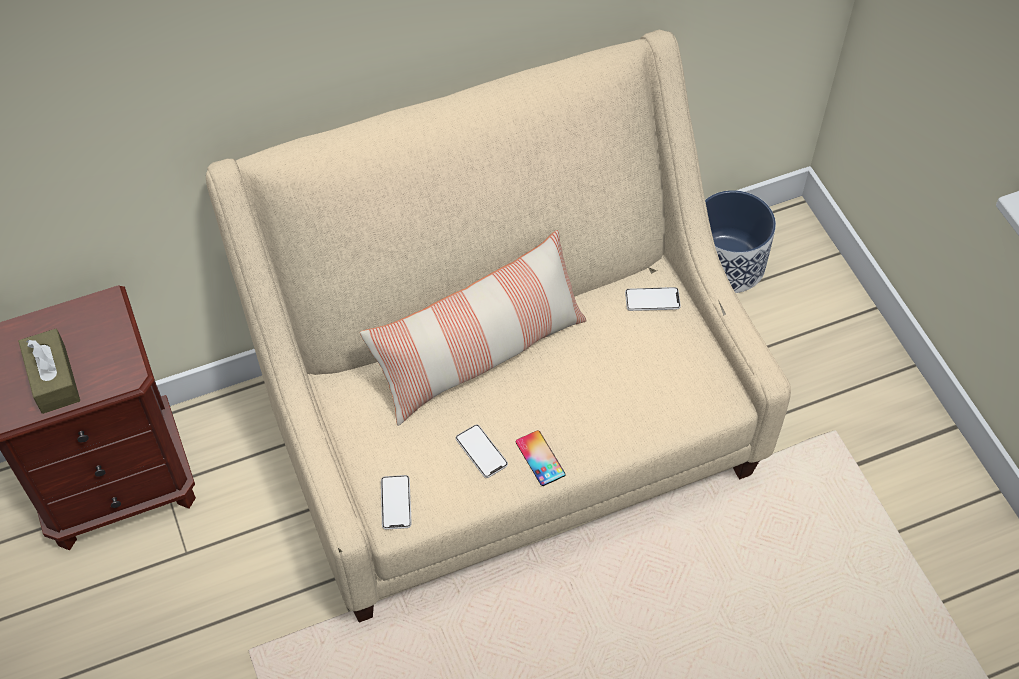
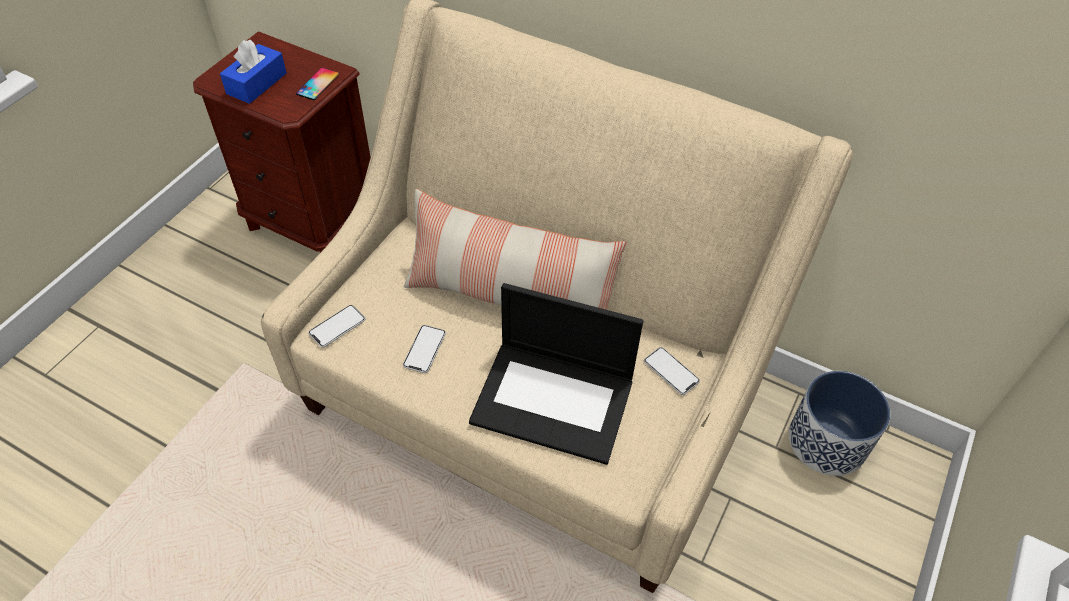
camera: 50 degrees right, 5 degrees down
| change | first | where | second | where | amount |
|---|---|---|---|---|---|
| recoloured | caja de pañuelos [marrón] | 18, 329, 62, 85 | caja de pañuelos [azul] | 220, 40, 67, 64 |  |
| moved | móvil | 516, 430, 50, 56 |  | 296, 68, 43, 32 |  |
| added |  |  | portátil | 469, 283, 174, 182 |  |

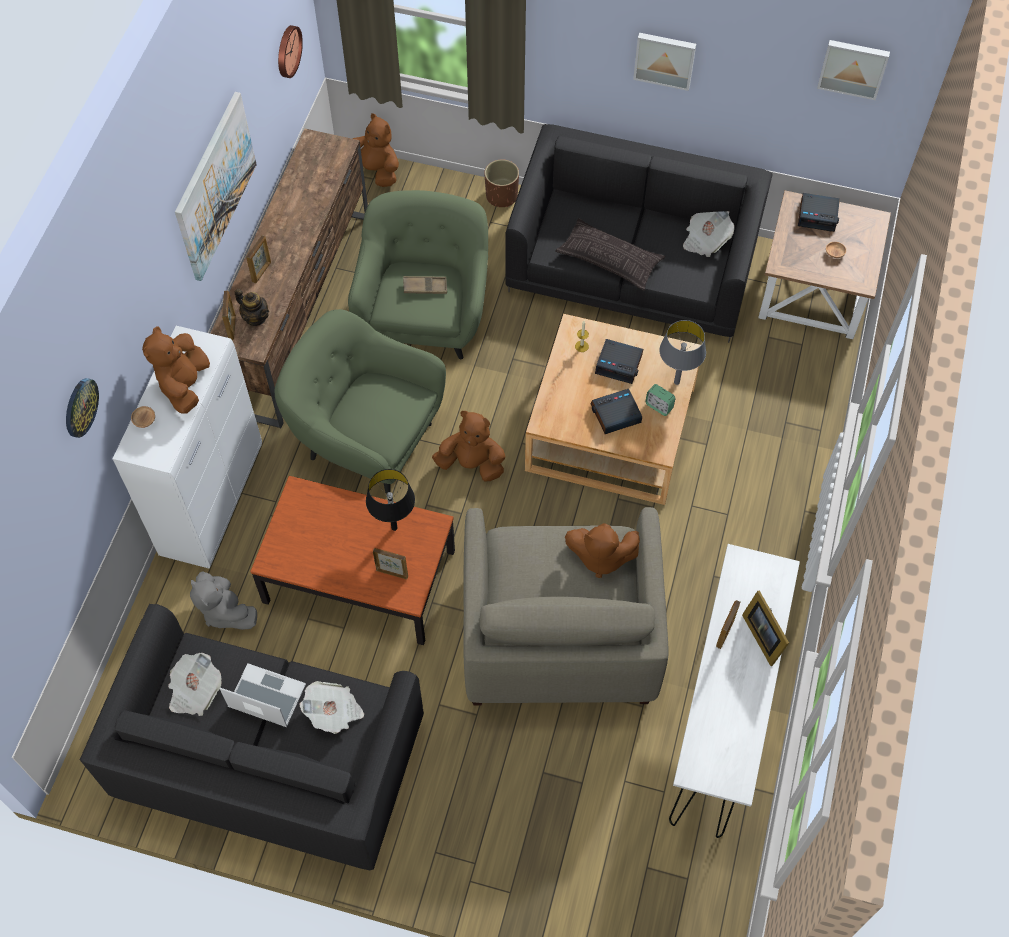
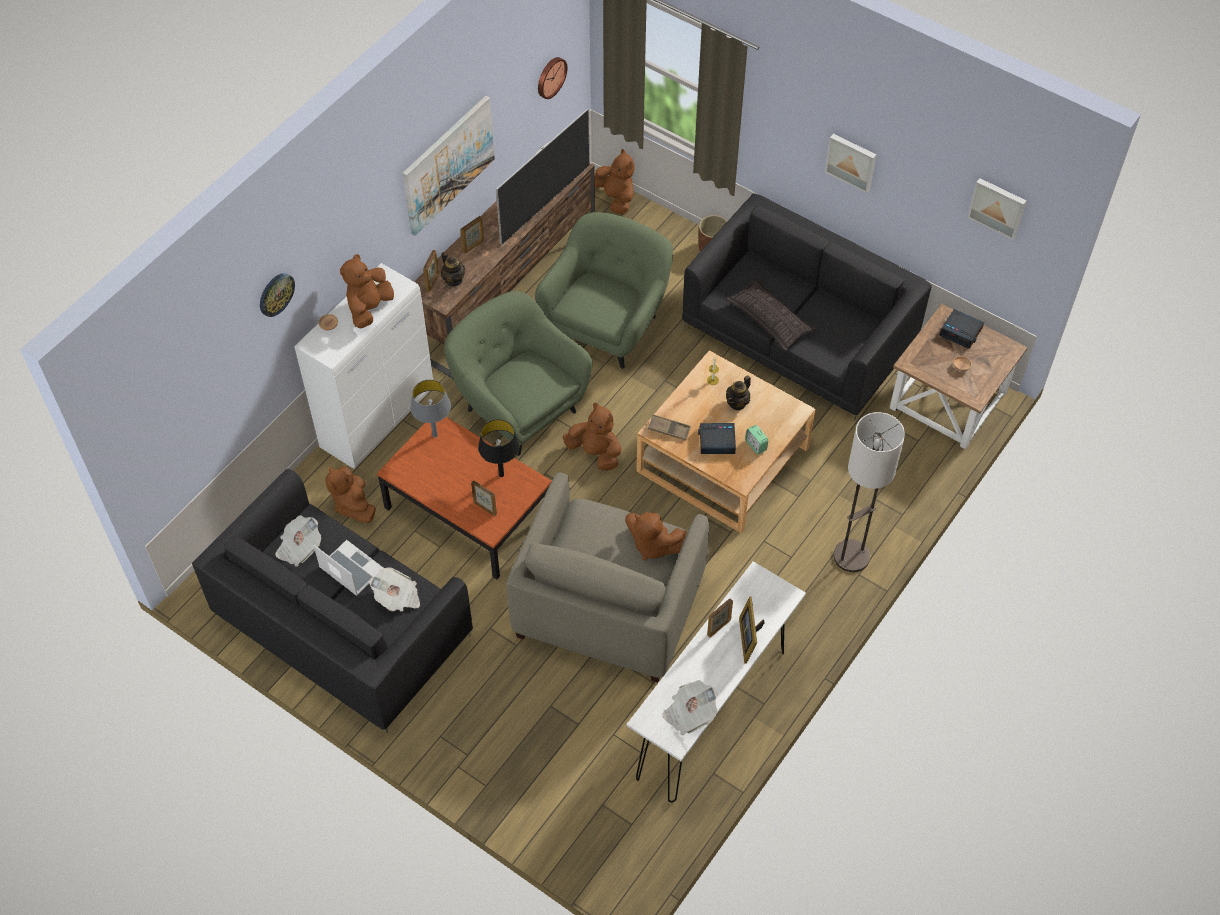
camera: 20 degrees right, 5 degrees down
| change | first | where | second | where | amount |
|---|---|---|---|---|---|
| recoloured | peluche [gris] | 190, 571, 67, 59 | peluche [marrón] | 325, 466, 51, 57 |  |
| moved | lámpara de mesa [gris] | 659, 320, 47, 65 |  | 411, 380, 40, 57 |  |
| added |  |  | televisor | 496, 109, 94, 136 |  |
| moved | bandeja [marrón] | 403, 276, 44, 18 |  | 648, 414, 43, 27 |  |
| moved | periódico | 683, 211, 51, 46 |  | 662, 680, 56, 56 |  |
| replaced | despertador | 595, 339, 48, 45 | tetera | 726, 375, 25, 36 |  |
| added |  |  | lámpara de pie | 834, 412, 71, 160 |  |

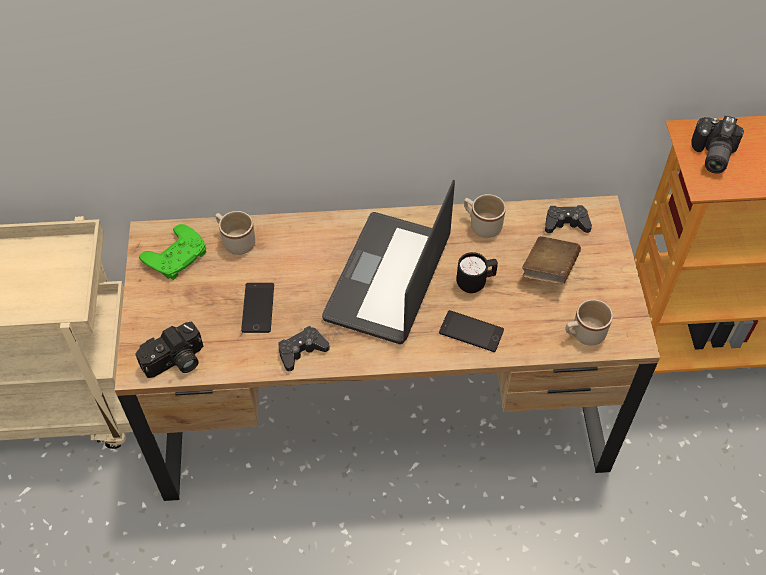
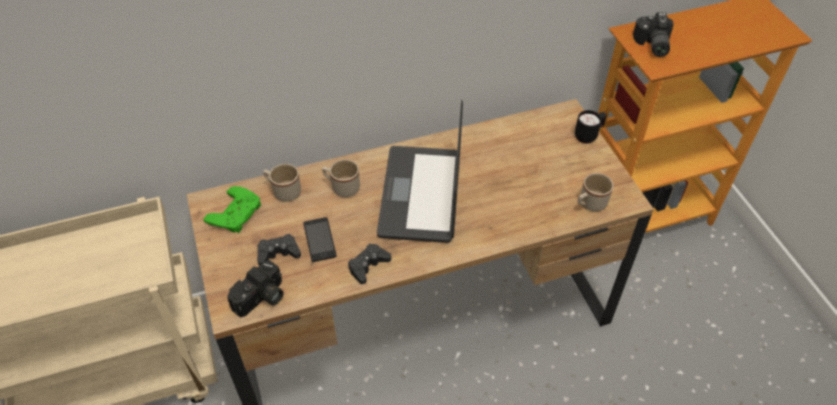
camera: 15 degrees left, 5 degrees down
| change | first | where | second | where | amount |
|---|---|---|---|---|---|
| moved | mando de consola [negro] | 545, 205, 47, 28 |  | 257, 234, 44, 32 |  |
| moved | taza grande [beis] | 464, 194, 42, 44 |  | 322, 160, 38, 37 |  |
| moved | taza grande [negro] | 457, 252, 41, 41 |  | 575, 110, 32, 33 |  |
| removed | móvil | 439, 310, 65, 42 |  |  |  |
| removed | libro [marrón] | 522, 236, 59, 48 |  |  |  |

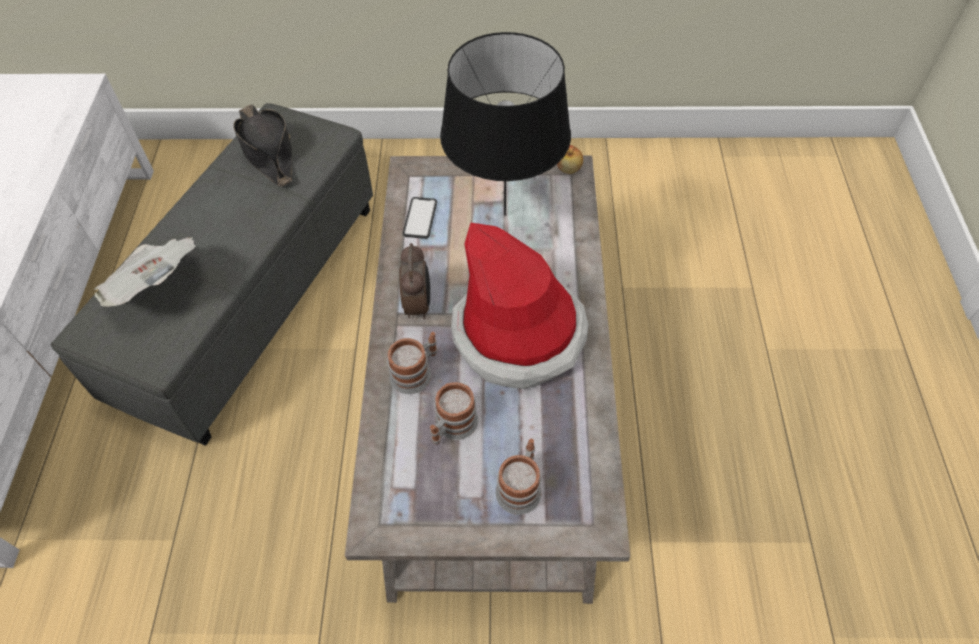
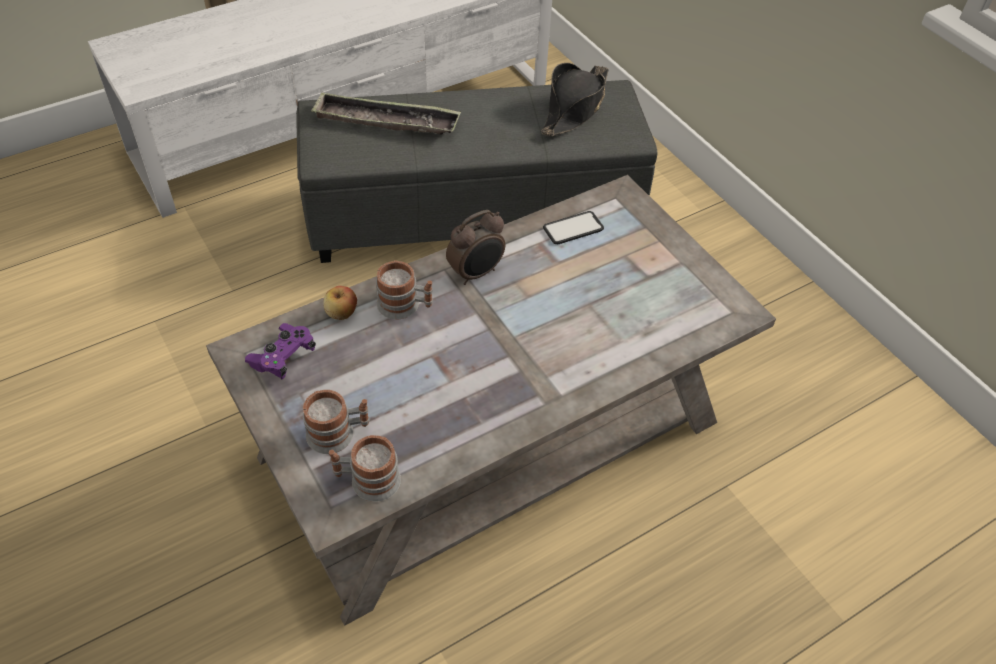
camera: 55 degrees right, 5 degrees down
| change | first | where | second | where | amount |
|---|---|---|---|---|---|
| added |  |  | mando de consola [morado] | 245, 323, 71, 56 |  |
| replaced | periódico | 94, 237, 102, 70 | bandeja | 311, 92, 150, 43 |  |
| moved | manzana | 557, 145, 26, 29 |  | 323, 286, 34, 34 |  |
| moved | taza grande | 430, 382, 48, 62 |  | 329, 435, 72, 67 |  |
| removed | lámpara de mesa [negro] | 440, 32, 131, 184 |  |  |  |
| removed | sombrero | 451, 222, 138, 167 |  |  |  |

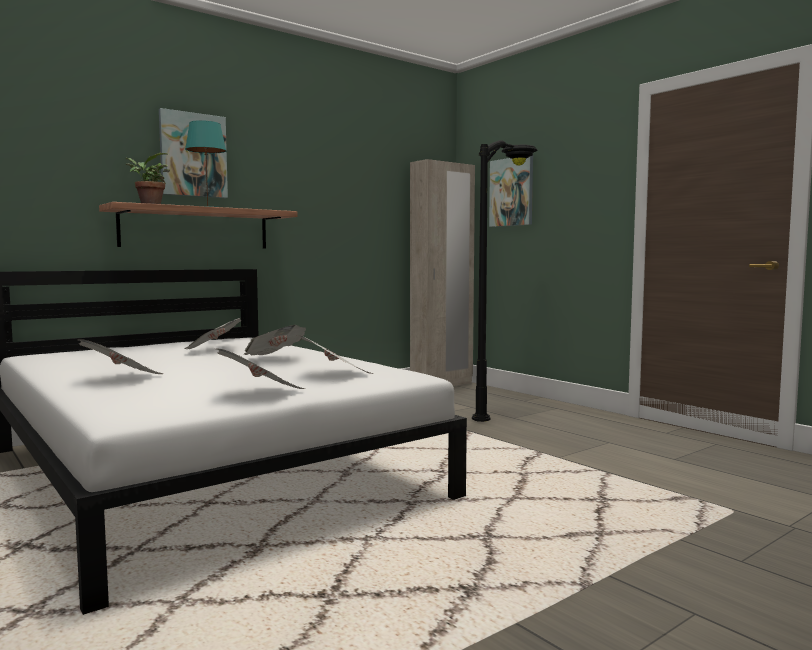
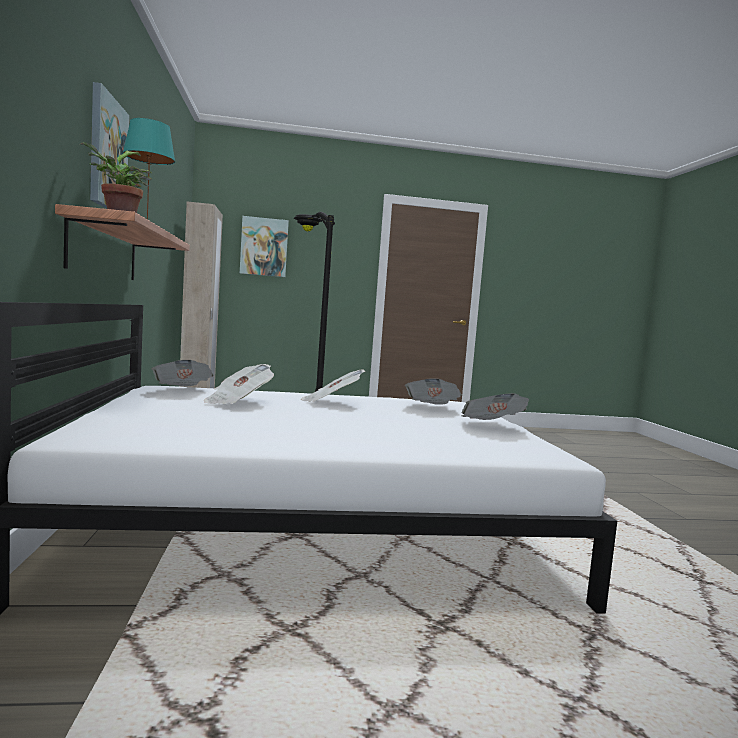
camera: 60 degrees left, 0 degrees up
| change | first | where | second | where | amount |
|---|---|---|---|---|---|
| moved | periódico | 78, 339, 85, 35 |  | 152, 360, 61, 26 |  |

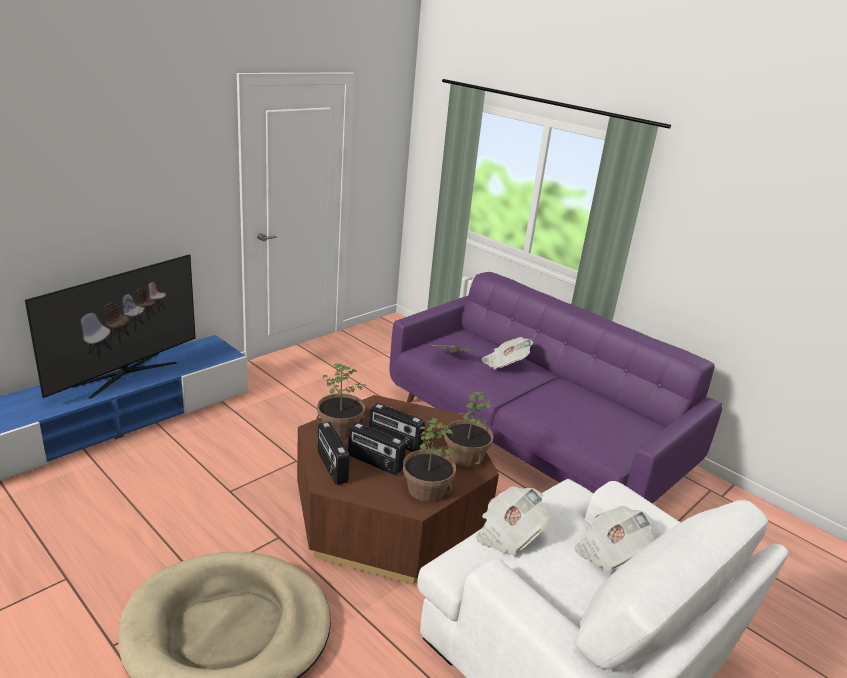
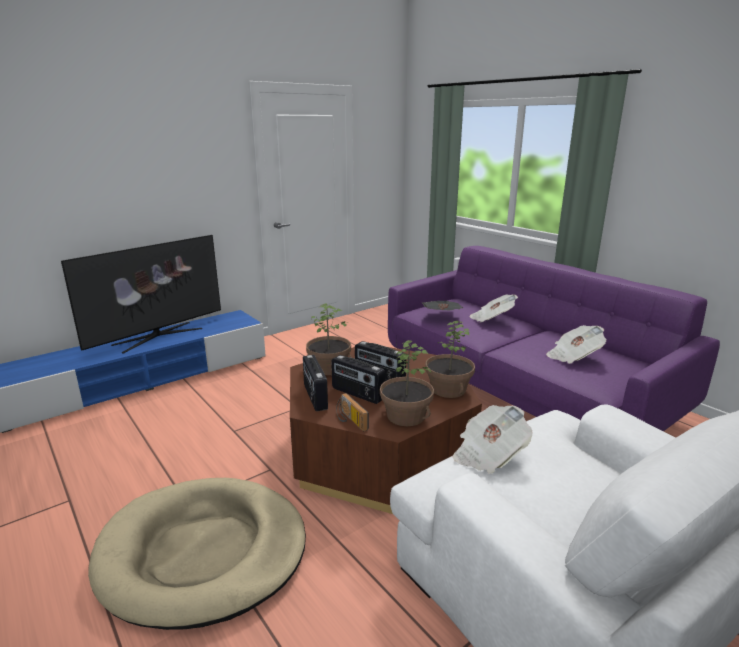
camera: 10 degrees right, 5 degrees down
| change | first | where | second | where | amount |
|---|---|---|---|---|---|
| added |  |  | radio | 336, 393, 33, 38 |  |
| moved | periódico | 575, 506, 79, 66 |  | 546, 325, 60, 39 |  |

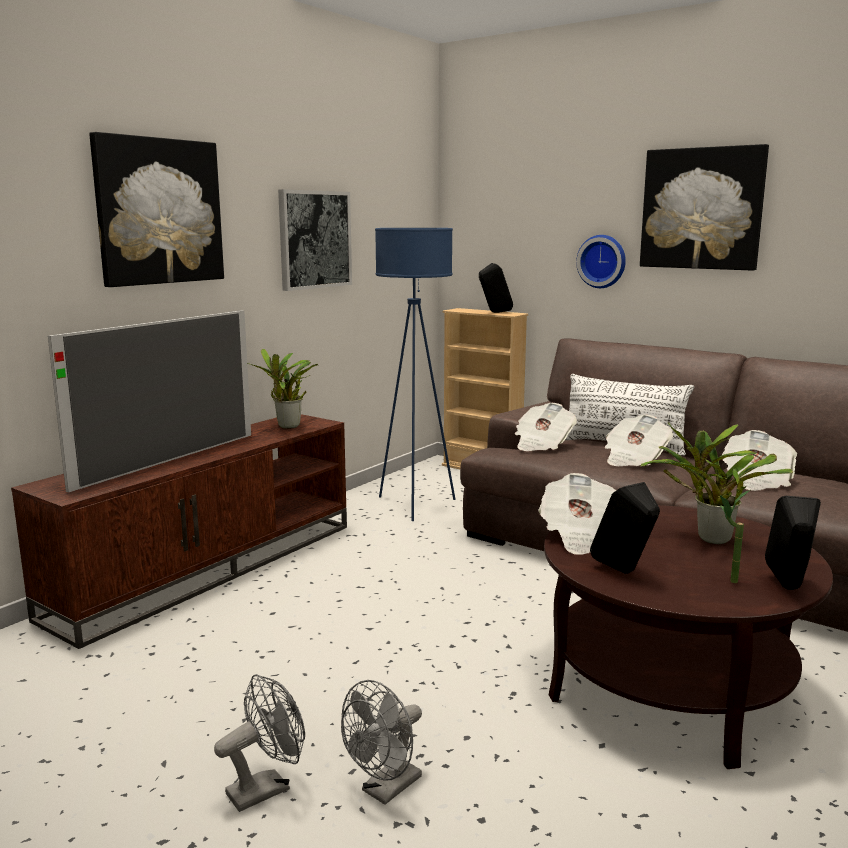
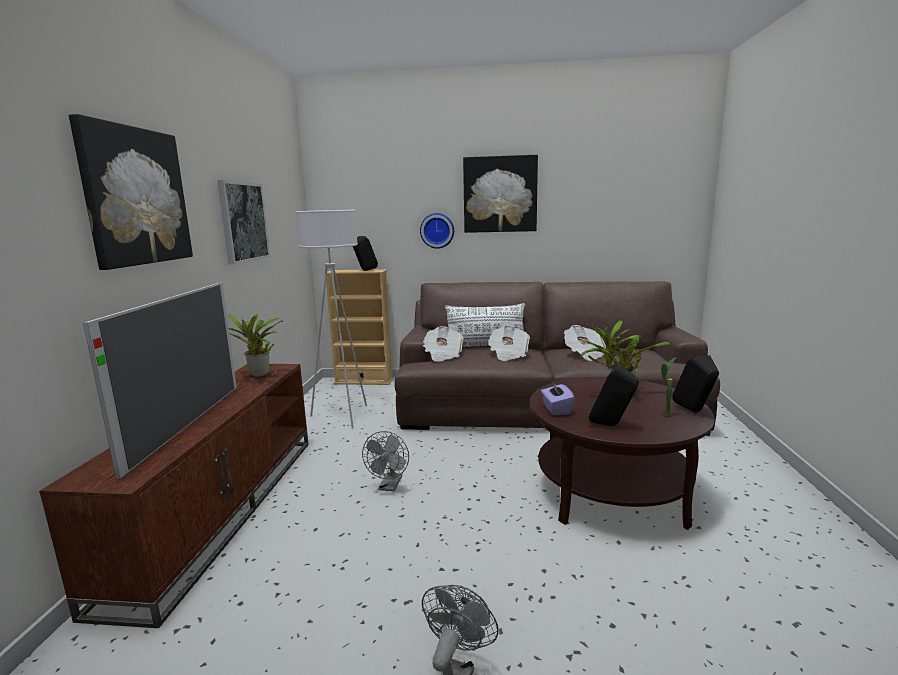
camera: 30 degrees left, 0 degrees up
| change | first | where | second | where | amount |
|---|---|---|---|---|---|
| recoloured | lámpara de pie [azul] | 375, 228, 81, 293 | lámpara de pie [blanco] | 295, 210, 72, 218 |  |
| moved | ventilador [gris] | 341, 680, 81, 125 |  | 362, 431, 47, 60 |  |
| replaced | periódico | 538, 473, 78, 82 | caja de pañuelos [morado] | 541, 381, 34, 34 |  |

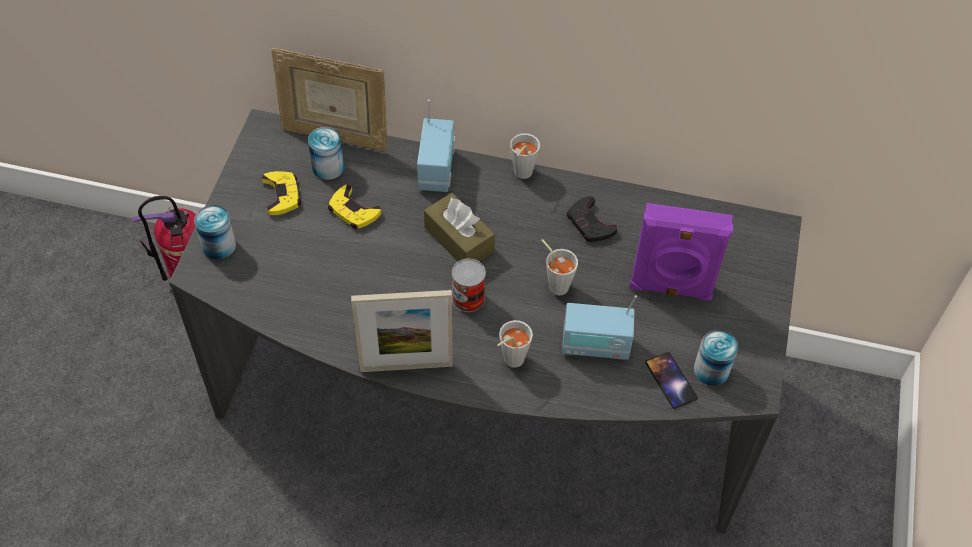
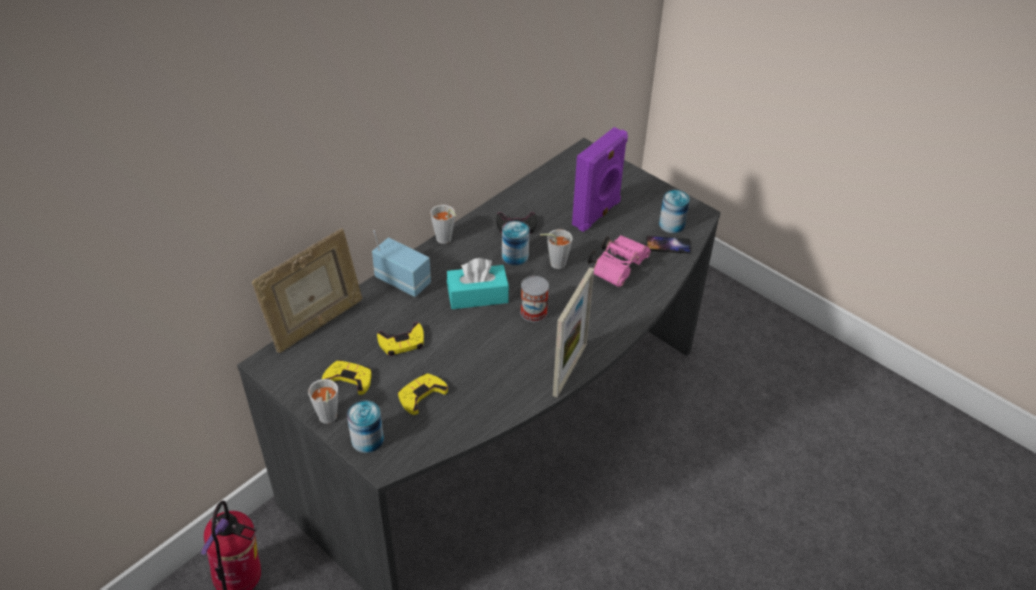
camera: 60 degrees left, 10 degrees down
| change | first | where | second | where | amount |
|---|---|---|---|---|---|
| moved | taza [gris] | 497, 320, 36, 48 |  | 308, 379, 30, 45 |  |
| added |  |  | mando de consola [amarillo] | 398, 373, 50, 42 |  |
| recoloured | caja de pañuelos [marrón] | 424, 193, 71, 69 | caja de pañuelos [turquesa] | 447, 258, 62, 51 |  |
| moved | lata | 308, 127, 36, 53 |  | 502, 220, 27, 46 |  |
| replaced | radio | 562, 295, 75, 65 | prismáticos [rosa] | 588, 235, 63, 52 |  |

